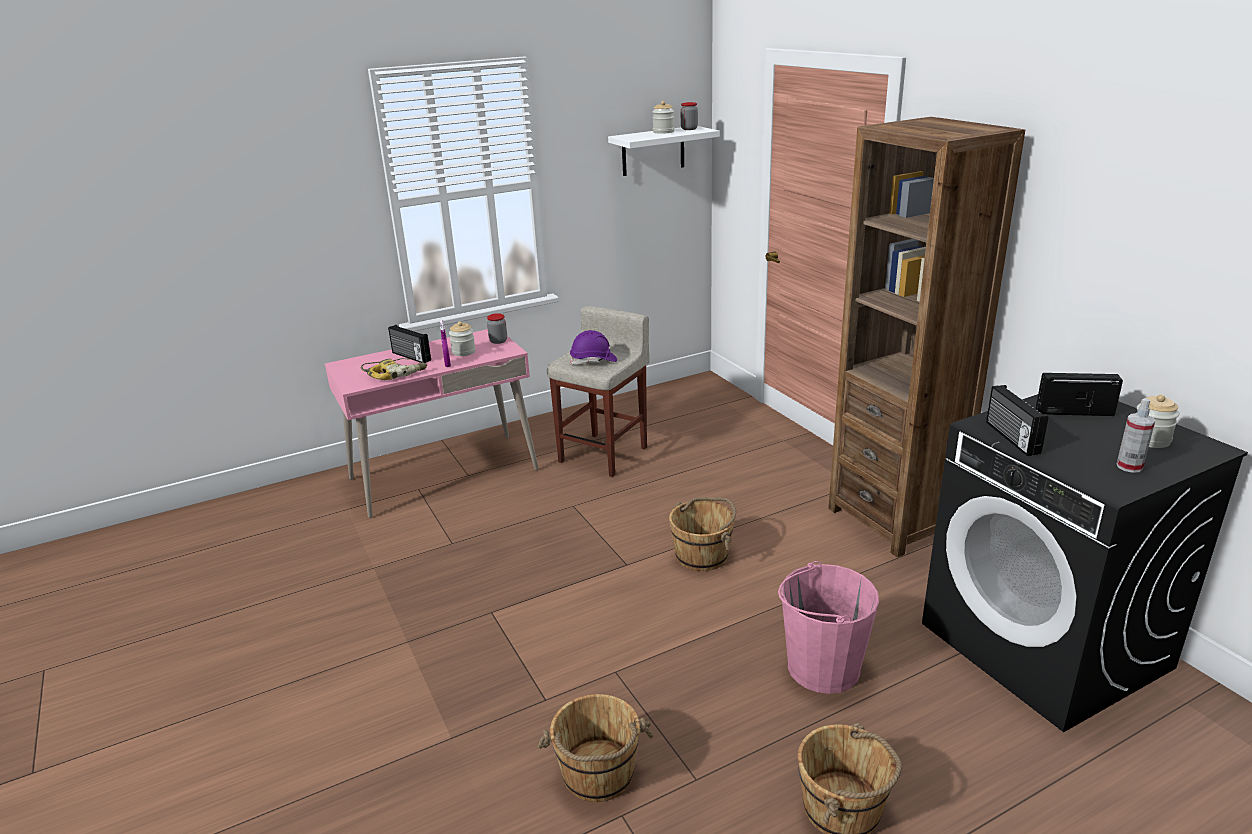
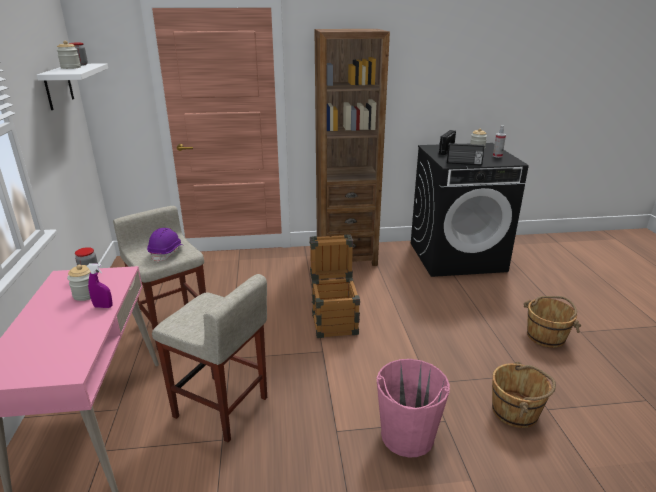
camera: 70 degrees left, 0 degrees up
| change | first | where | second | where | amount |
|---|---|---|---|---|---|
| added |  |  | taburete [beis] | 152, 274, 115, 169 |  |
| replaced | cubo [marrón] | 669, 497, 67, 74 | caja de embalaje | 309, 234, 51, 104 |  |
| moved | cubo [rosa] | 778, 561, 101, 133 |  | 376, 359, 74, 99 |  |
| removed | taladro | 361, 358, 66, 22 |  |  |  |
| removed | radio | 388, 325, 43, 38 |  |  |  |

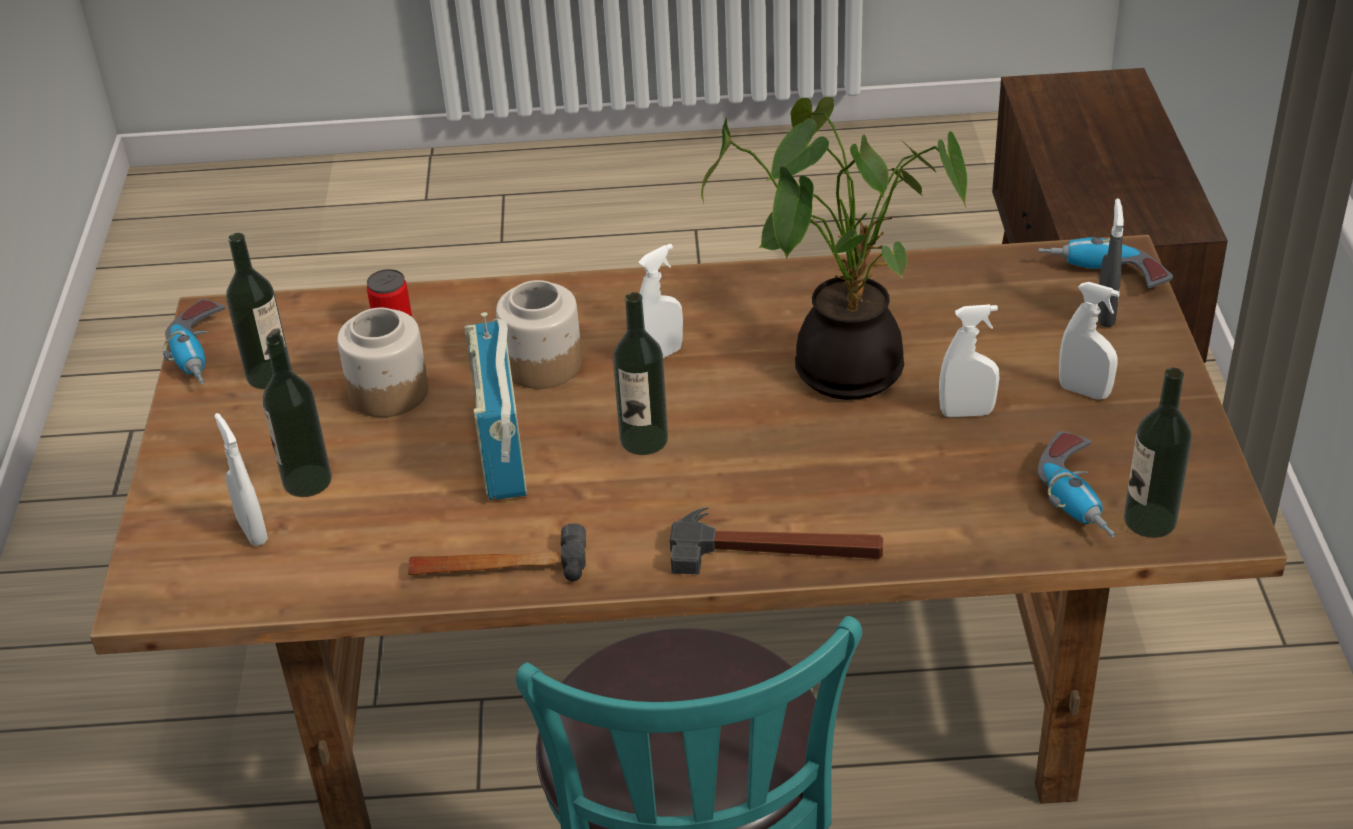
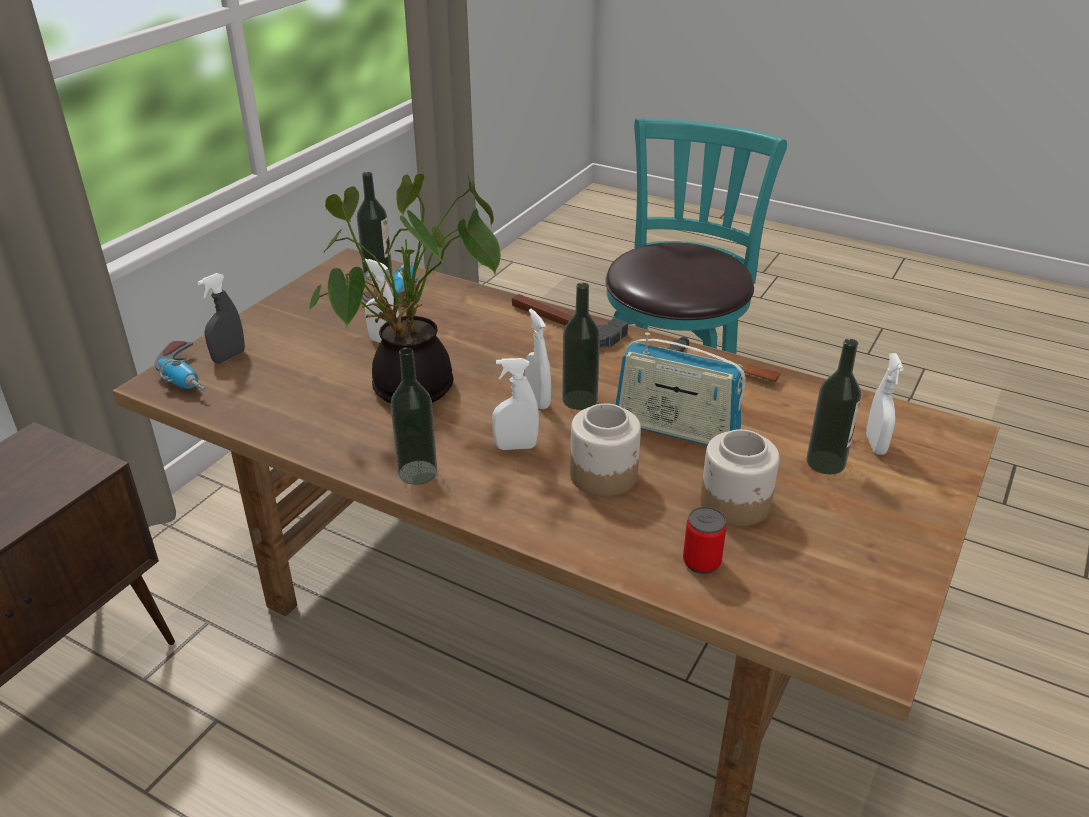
camera: 150 degrees left, 5 degrees down
| change | first | where | second | where | amount |
|---|---|---|---|---|---|
| moved | botella | 226, 233, 66, 156 |  | 391, 348, 46, 137 |  |
| moved | pulverizador [blanco] | 1059, 282, 61, 118 |  | 525, 309, 26, 100 |  |
| turned | radio | 464, 312, 63, 188 |  | 616, 332, 130, 113 | 90 degrees clockwise |
| removed | taladro | 163, 299, 62, 85 |  |  |  |

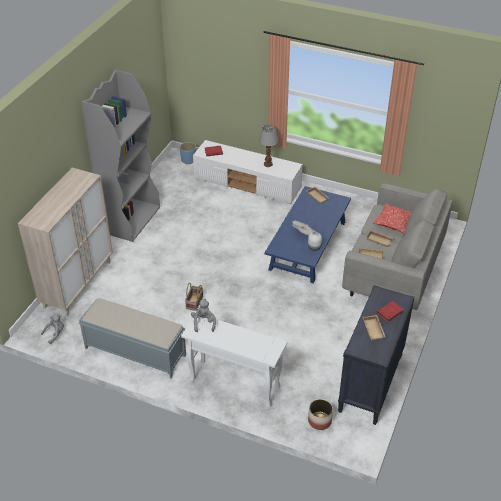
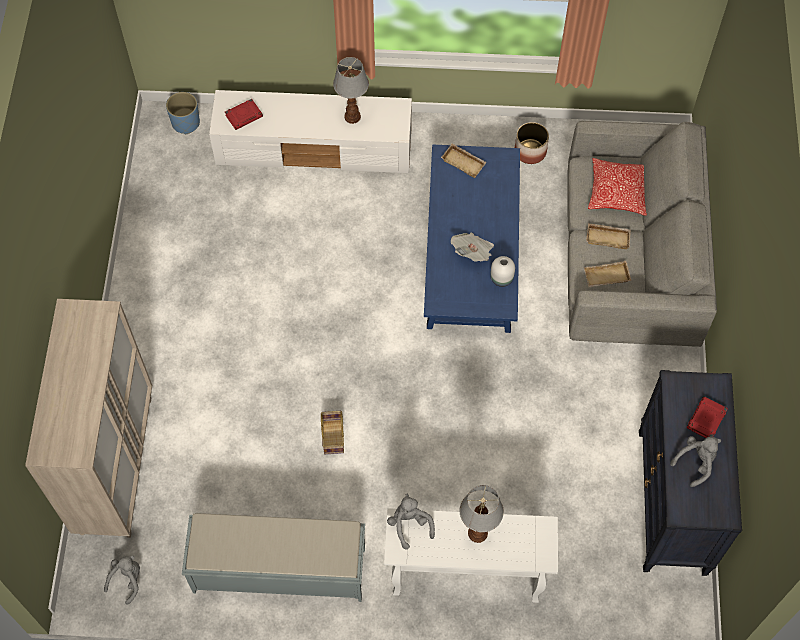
camera: 20 degrees left, 20 degrees up
| change | first | where | second | where | amount |
|---|---|---|---|---|---|
| added |  |  | lámpara de mesa | 460, 485, 44, 58 |  |
| moved | maceta | 308, 399, 25, 31 |  | 515, 122, 34, 42 |  |
| replaced | bandeja [beis] | 363, 315, 23, 26 | peluche [gris] | 670, 436, 51, 51 |  |
| removed | estantería [gris] | 81, 70, 79, 172 |  |  |  |

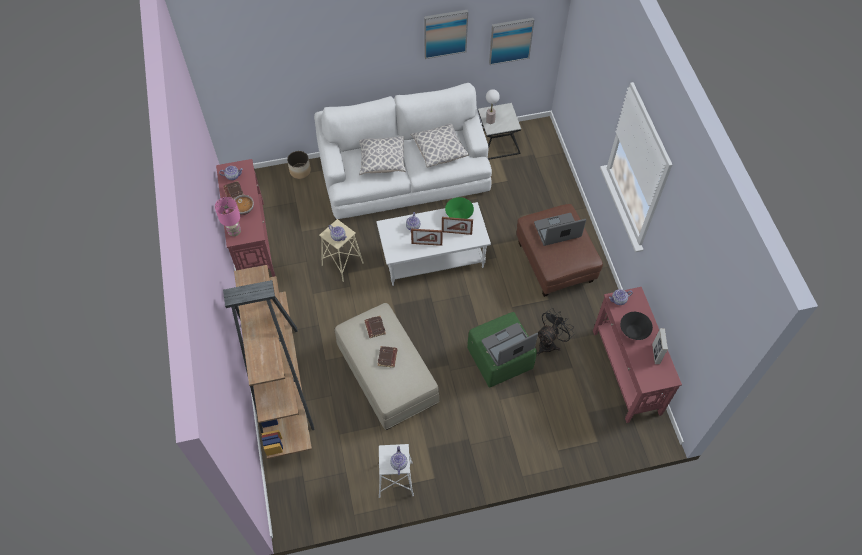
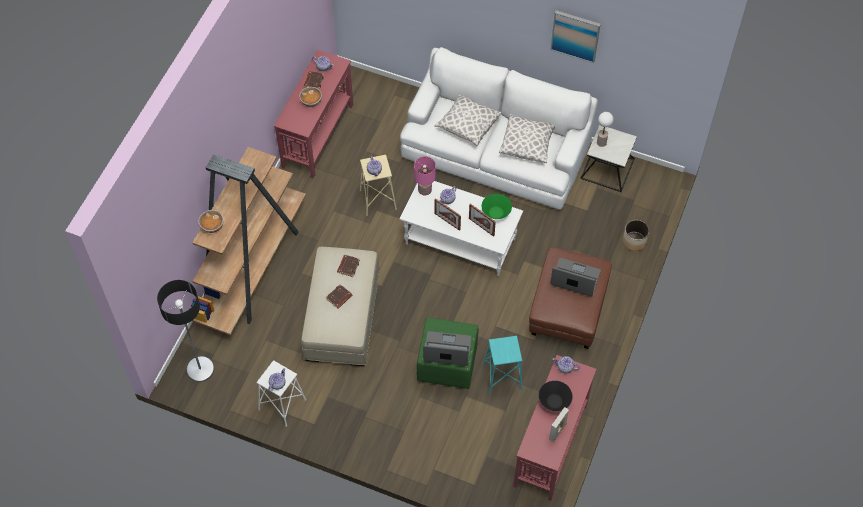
camera: 35 degrees right, 0 degrees up
| change | first | where | second | where | amount |
|---|---|---|---|---|---|
| added |  |  | lámpara de pie | 157, 280, 57, 102 |  |
| added |  |  | cuenco | 198, 210, 26, 23 |  |
| moved | lámpara de mesa [rosa] | 215, 197, 26, 39 |  | 414, 156, 22, 40 |  |
| replaced | ventilador [negro] | 537, 308, 37, 48 | taburete [turquesa] | 483, 336, 40, 59 |  |
| moved | maceta | 287, 151, 24, 28 |  | 623, 220, 26, 31 |  |
| removed | cuadro | 489, 18, 45, 47 |  |  |  |

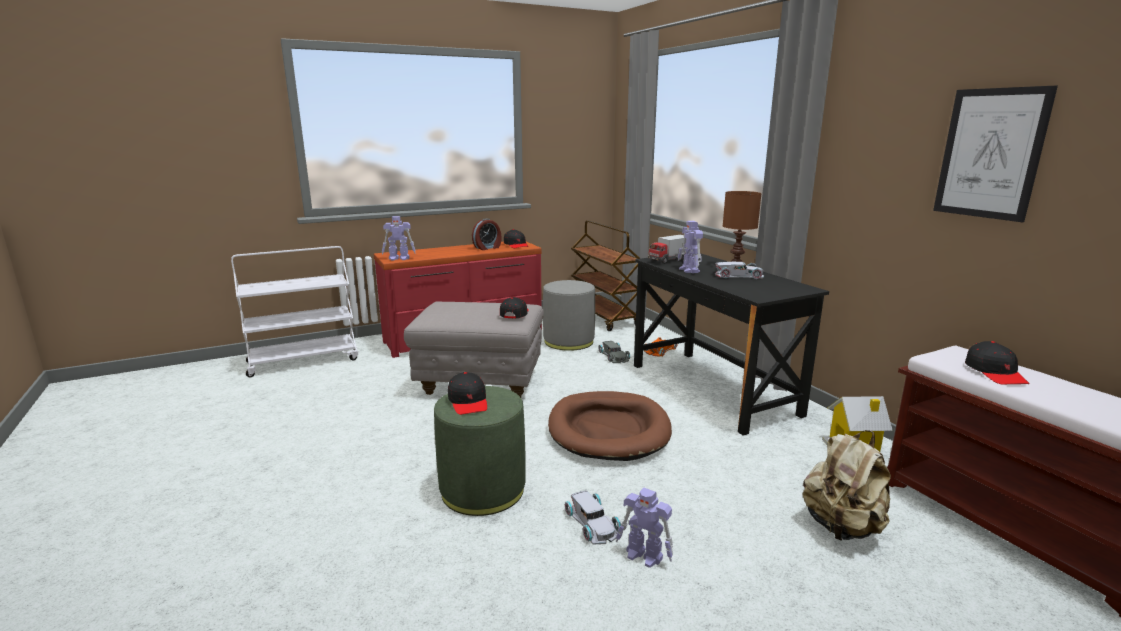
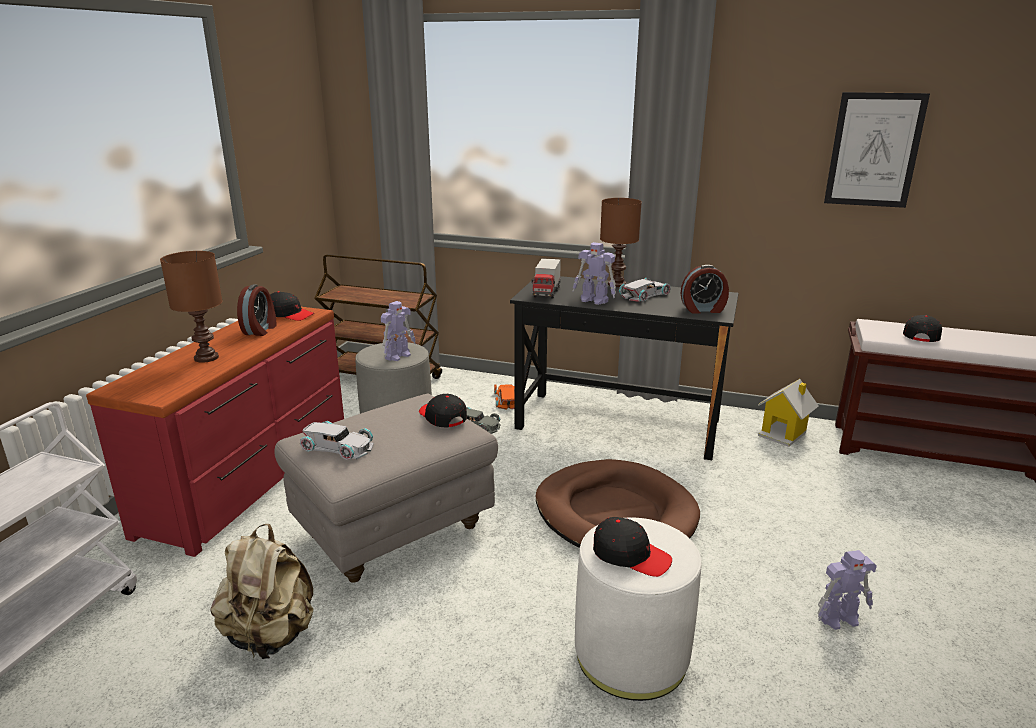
camera: 45 degrees left, 5 degrees up
| change | first | where | second | where | amount |
|---|---|---|---|---|---|
| added |  |  | lámpara de mesa [marrón] | 160, 251, 63, 112 |  |
| moved | mochila [beis] | 802, 430, 89, 111 |  | 211, 524, 102, 135 |  |
| moved | coche de juguete [blanco] | 565, 491, 56, 54 |  | 300, 421, 74, 39 |  |
| moved | robot de juguete | 382, 216, 34, 45 |  | 381, 301, 35, 60 |  |
| recoloured | puf [verde] | 434, 386, 92, 130 | puf [blanco] | 575, 518, 126, 183 |  |
| added |  |  | despertador | 680, 265, 49, 48 |  |
| turned | gorra [negro] | 965, 341, 65, 44 |  | 903, 315, 39, 27 | 105 degrees counterclockwise |

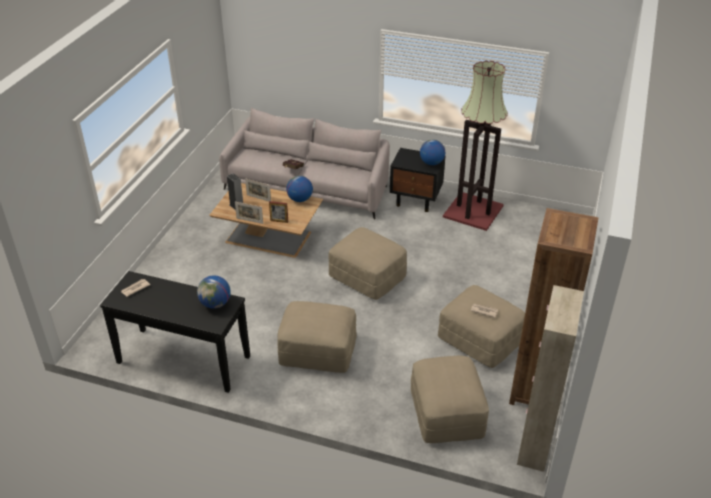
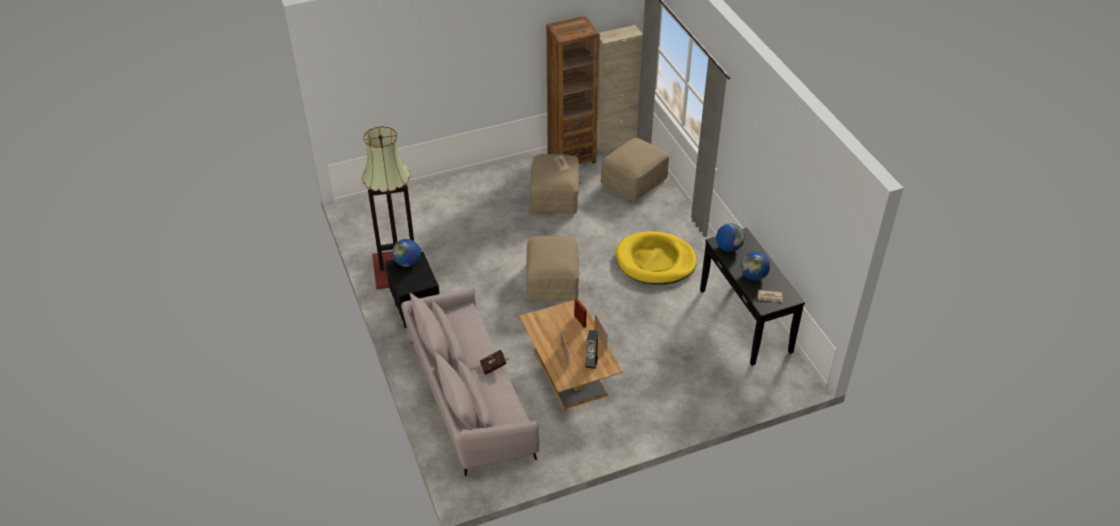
camera: 130 degrees left, 5 degrees up
| change | first | where | second | where | amount |
|---|---|---|---|---|---|
| replaced | puf [beis] | 277, 301, 80, 72 | cama para perro [amarillo] | 616, 231, 81, 54 |  |
| moved | globo terráqueo | 286, 176, 27, 26 |  | 741, 251, 29, 30 |  |

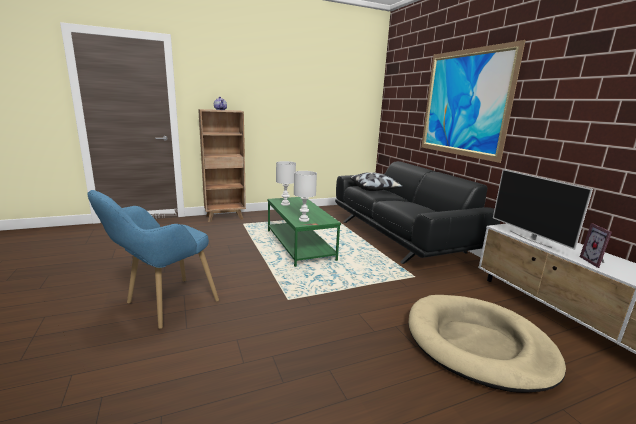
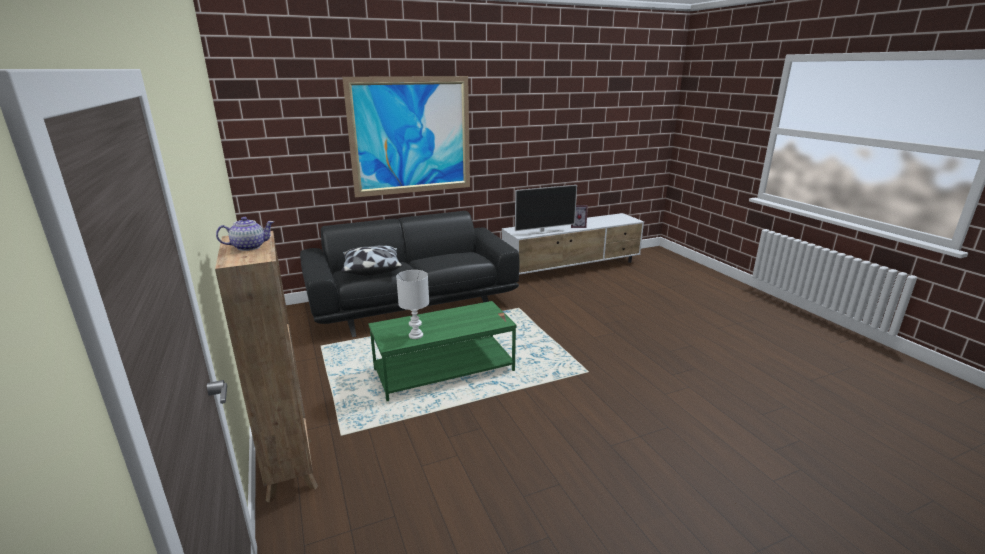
camera: 90 degrees left, 5 degrees up
| change | first | where | second | where | amount |
|---|---|---|---|---|---|
| removed | sillón [azul] | 88, 190, 131, 139 |  |  |  |
| removed | lámpara de mesa [blanco] | 294, 171, 23, 51 |  |  |  |
| removed | cama para perro [beis] | 408, 295, 158, 98 |  |  |  |

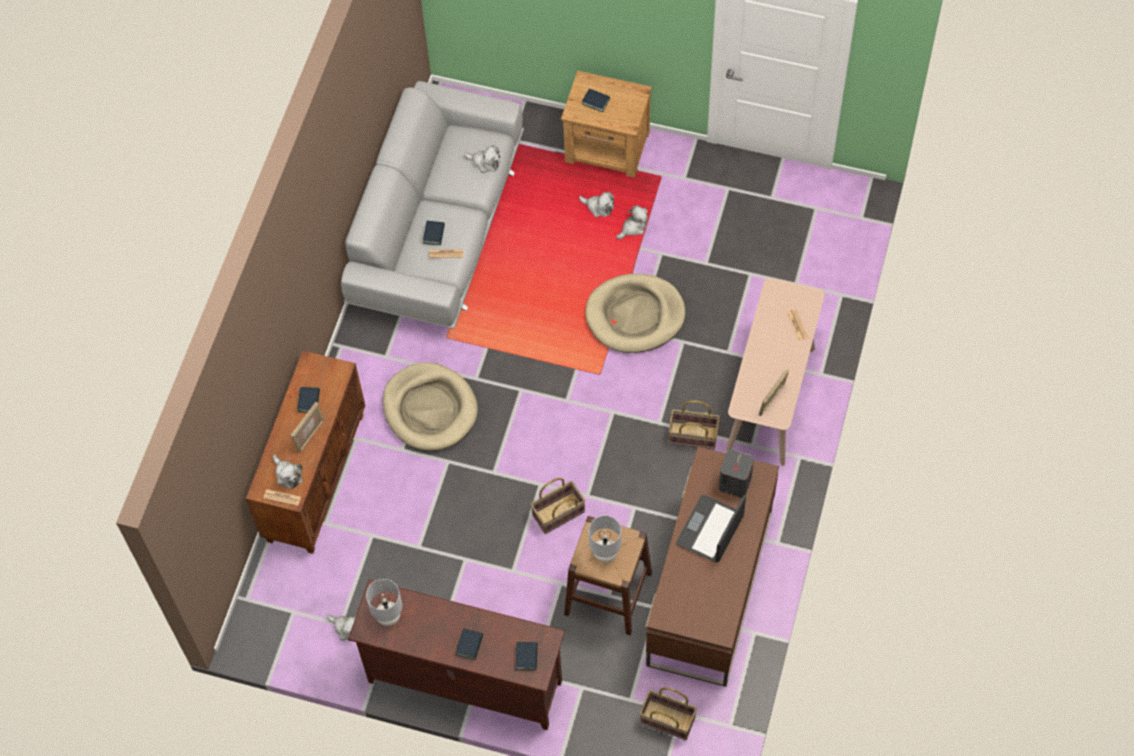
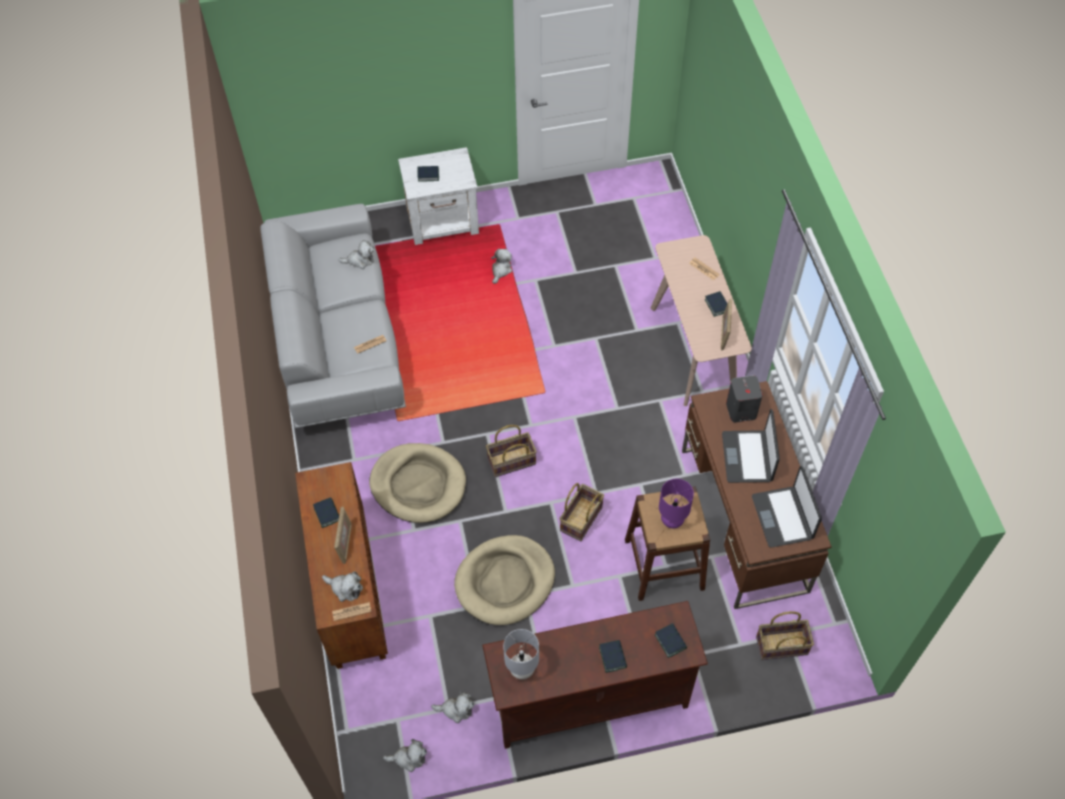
camera: 30 degrees left, 5 degrees down
| change | first | where | second | where | amount |
|---|---|---|---|---|---|
| moved | peluche | 579, 192, 35, 26 |  | 383, 739, 44, 33 |  |
| recoloured | mesita de noche [marrón] | 561, 71, 91, 107 | mesita de noche [blanco] | 398, 147, 81, 98 |  |
| moved | cama para perro [beis] | 585, 273, 101, 80 |  | 454, 535, 101, 90 |  |
| moved | cesta | 669, 400, 51, 50 |  | 486, 425, 51, 52 |  |
| recoloured | lámpara de mesa [gris] | 589, 515, 32, 48 | lámpara de mesa [morado] | 659, 479, 35, 49 |  |
| moved | libro | 423, 221, 22, 24 |  | 705, 291, 23, 26 |  |
| added |  |  | portátil | 752, 466, 70, 82 |  |

